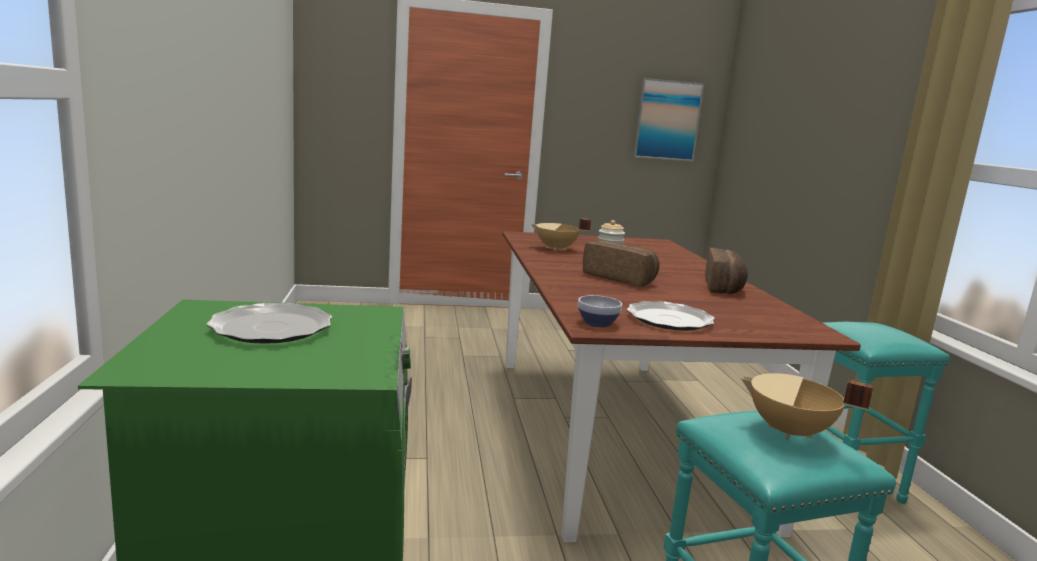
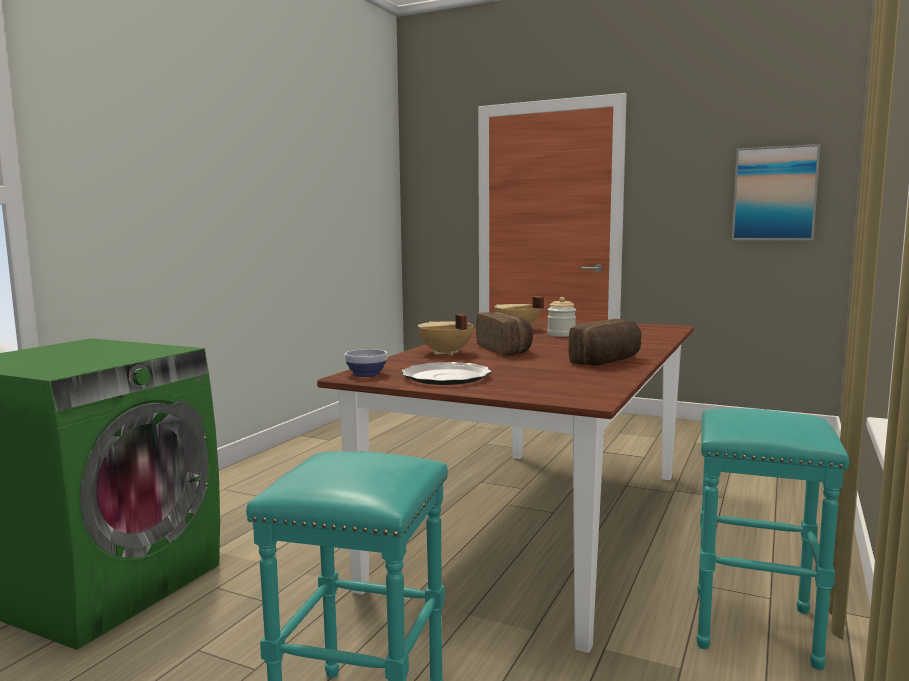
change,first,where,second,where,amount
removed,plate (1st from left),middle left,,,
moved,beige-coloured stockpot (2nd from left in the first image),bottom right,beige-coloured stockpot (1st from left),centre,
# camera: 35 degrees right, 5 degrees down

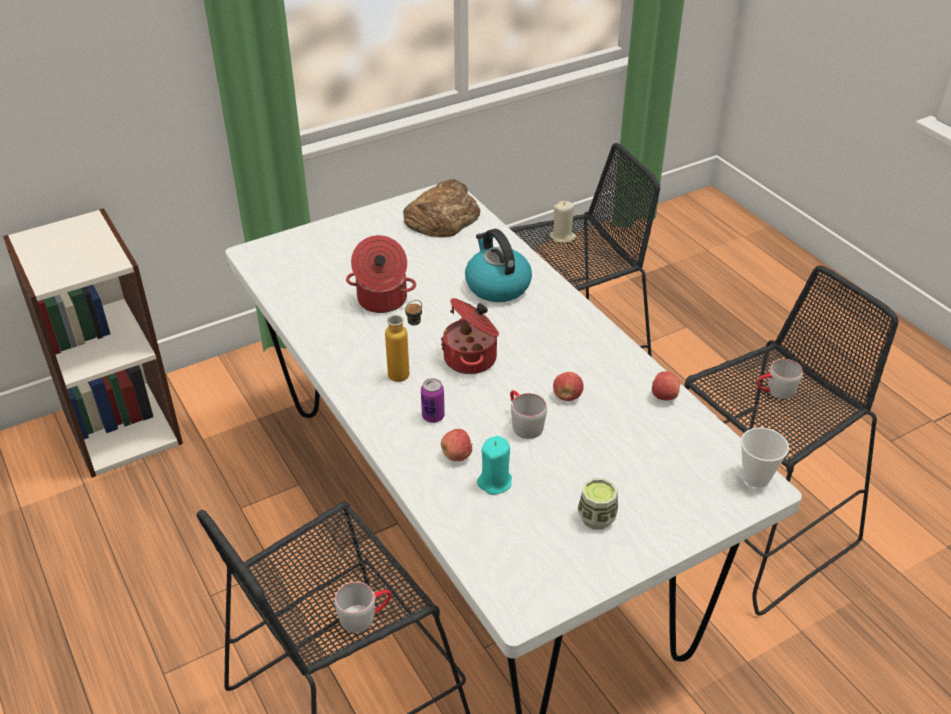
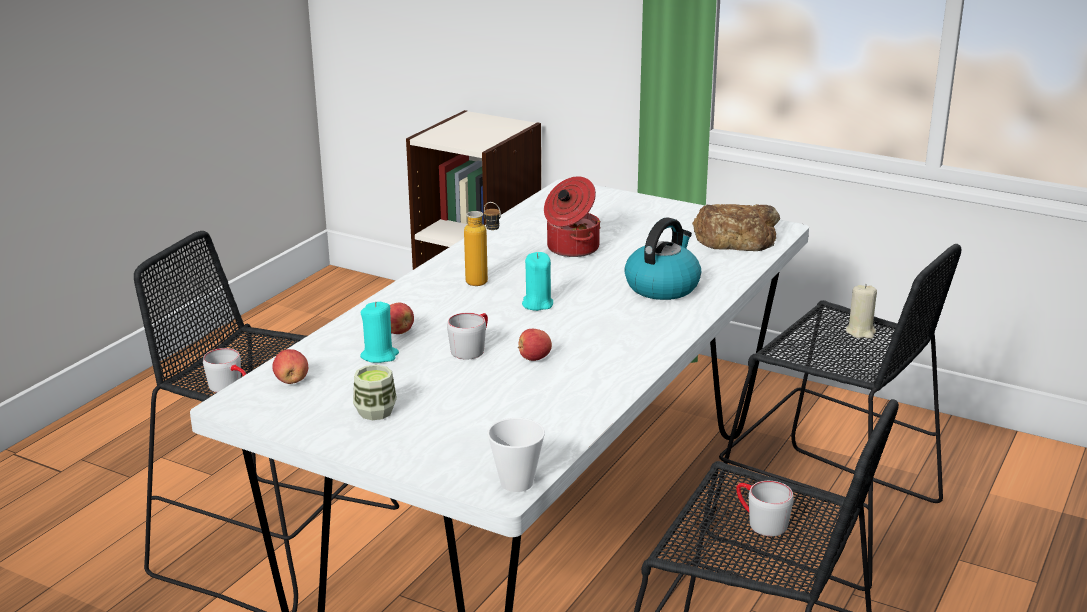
change,first,where,second,where,amount
replaced,stockpot (2nd from left),centre,blue-green wax candle (2nd from left),centre,
moved,whole apple (3rd from left in the first image),middle right,whole apple (1st from left),middle left,
removed,sealed can,centre,,,
# camera: 60 degrees right, 15 degrees down

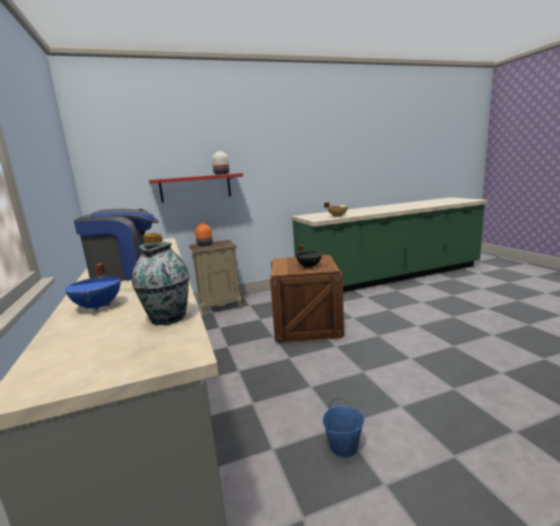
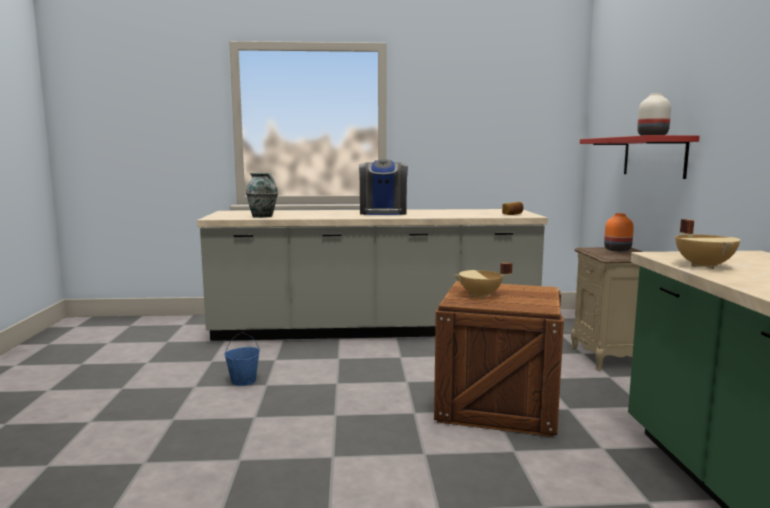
change,first,where,second,where,amount
recoloured,black stockpot,centre,beige-coloured stockpot (1st from left),centre,
removed,bluish stockpot,middle left,,,
# camera: 105 degrees right, 5 degrees down

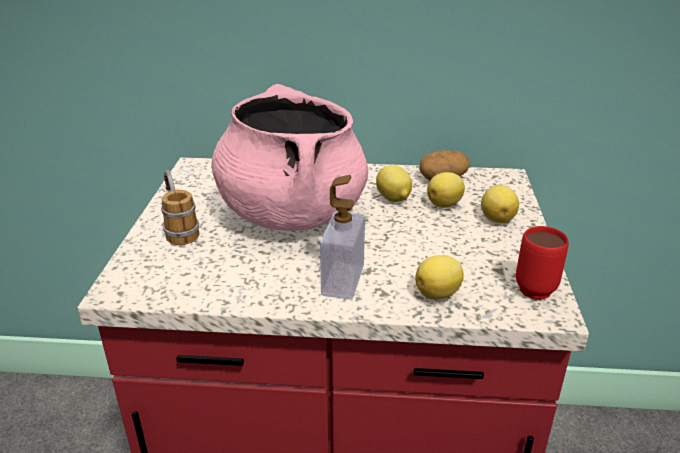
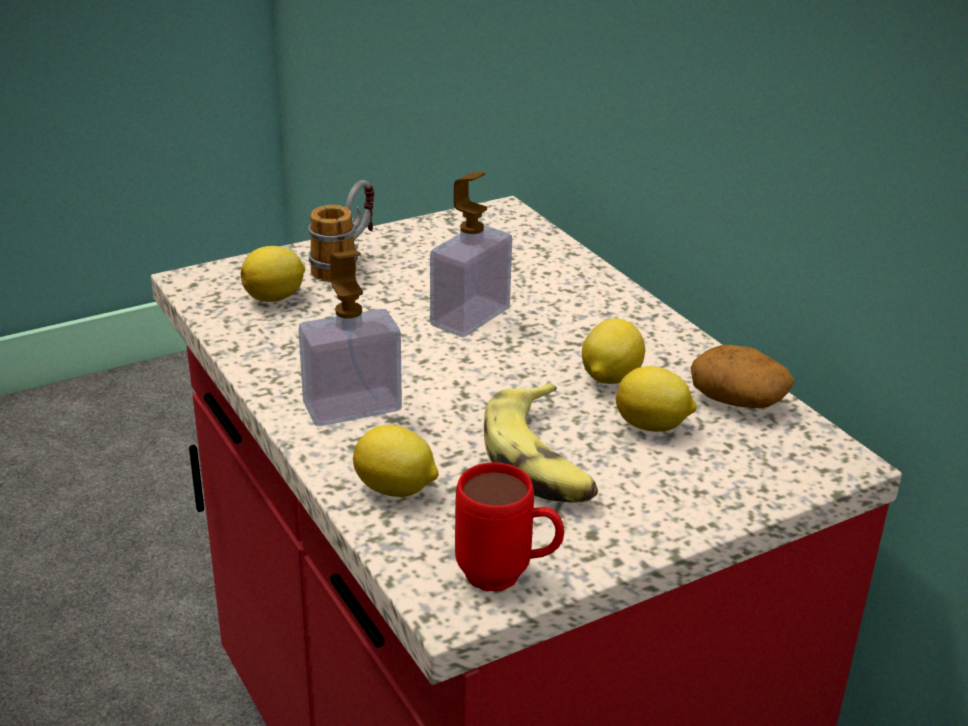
change,first,where,second,where,amount
replaced,pink stockpot,centre,liquid soap bottle (2nd from left),centre,
moved,lemon (4th from left in the first image),middle right,lemon (1st from left),middle left,
added,,,whole banana,centre,
# camera: 55 degrees right, 0 degrees up

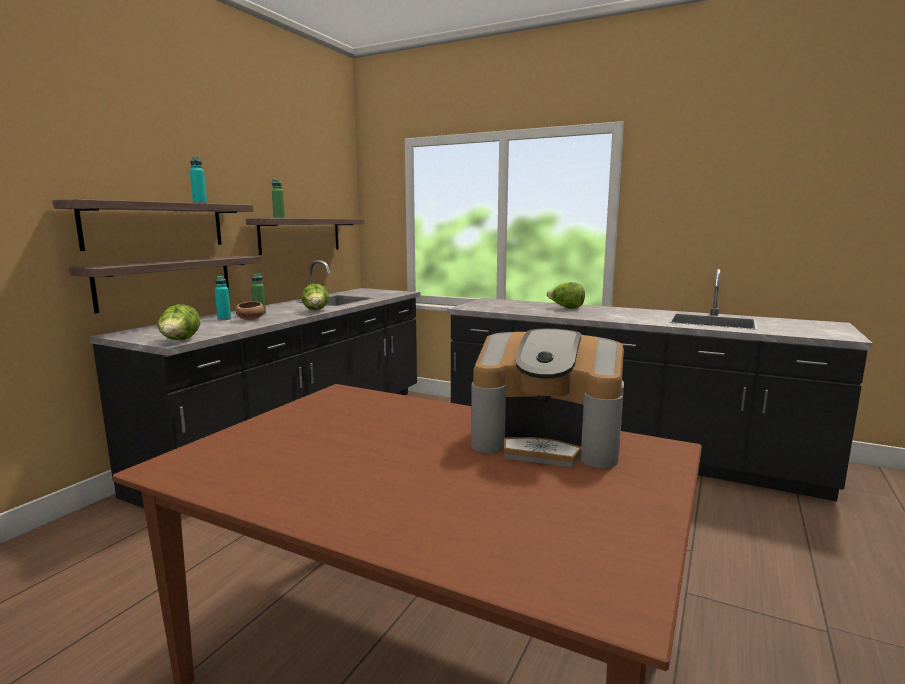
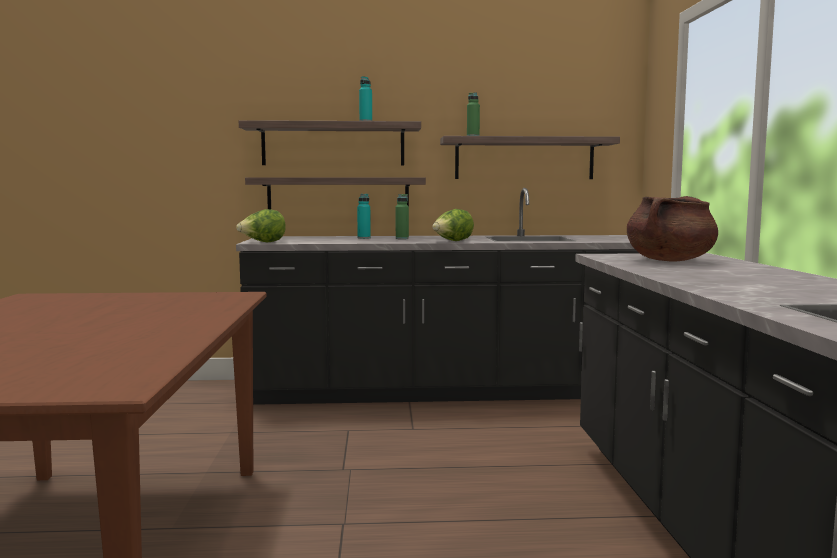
change,first,where,second,where,amount
removed,head of lettuce (3rd from left),centre,,,
removed,bowl,middle left,,,
removed,coffee brewer,centre,,,
added,,,brownish stockpot,middle right,
# camera: 60 degrees right, 5 degrees down

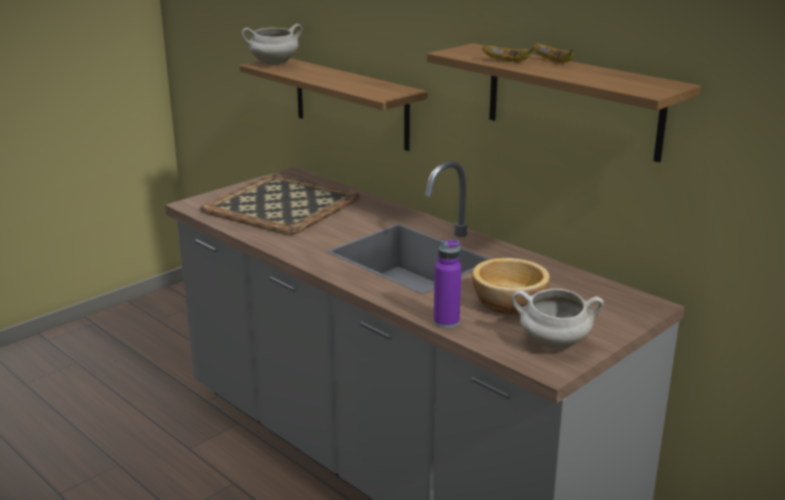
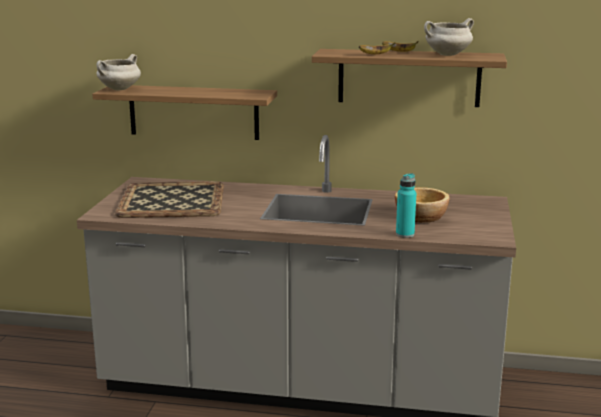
change,first,where,second,where,amount
recoloured,purplish beverage bottle,centre,blue-green beverage bottle,middle right,
moved,white-coloured stockpot (2nd from left),middle right,,top right,
# camera: 35 degrees left, 5 degrees down

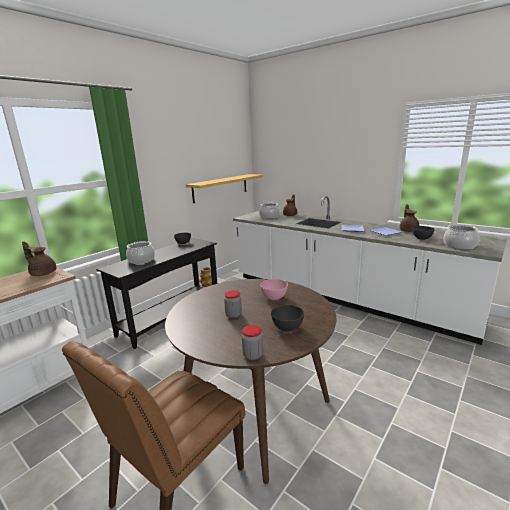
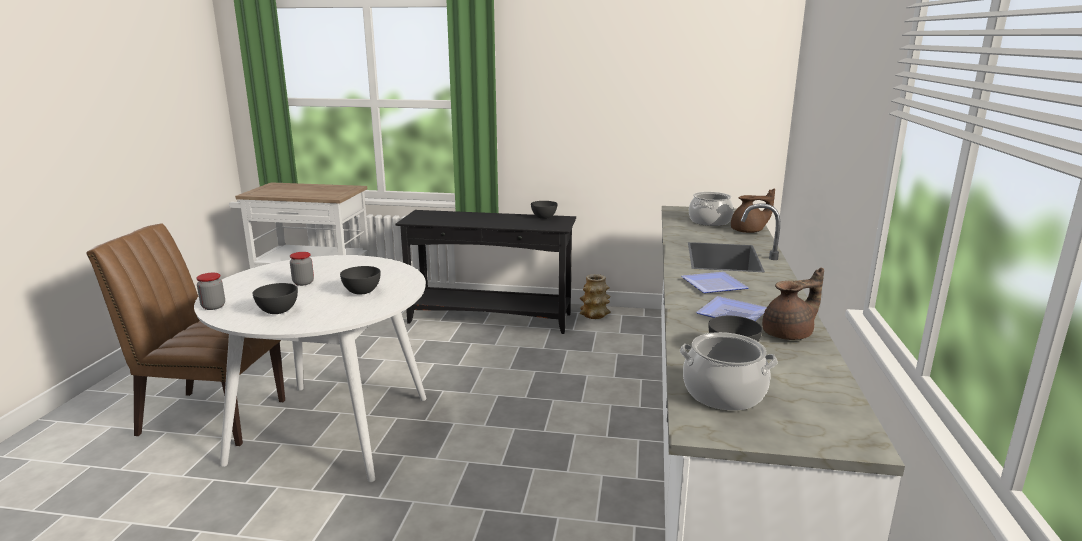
change,first,where,second,where,amount
removed,wall shelf,centre,,,
removed,stockpot (1st from left),middle left,,,
removed,brownish pot for tea (1st from left),middle left,,,
recoloured,brownish dining table,bottom centre,white-coloured dining table,bottom left,
recoloured,pink bowl,centre,gray bowl (2nd from left),middle left,
# camera: 60 degrees right, 0 degrees up

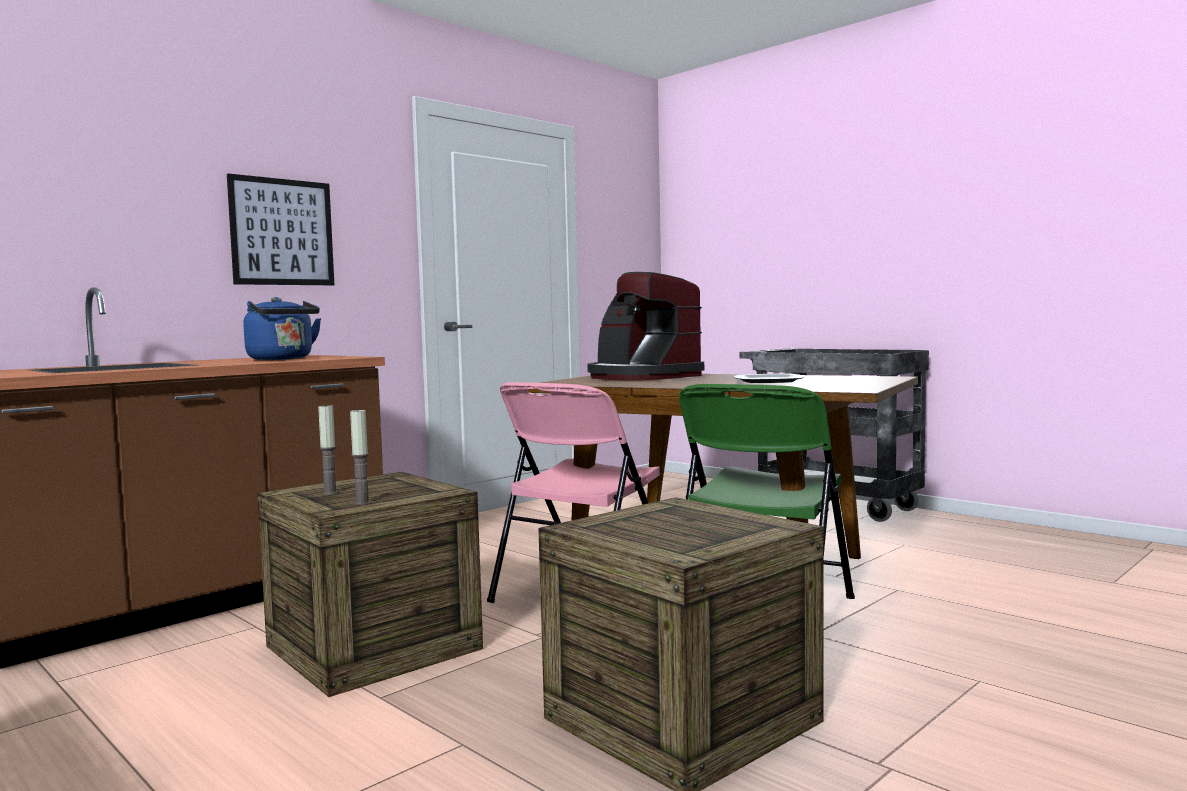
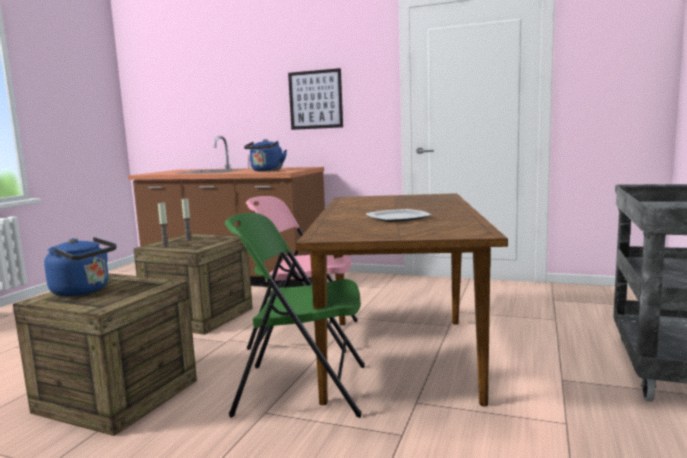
change,first,where,second,where,amount
removed,coffee brewer,centre,,,
added,,,bluish water kettle (1st from left),middle left,
# camera: 65 degrees right, 5 degrees up

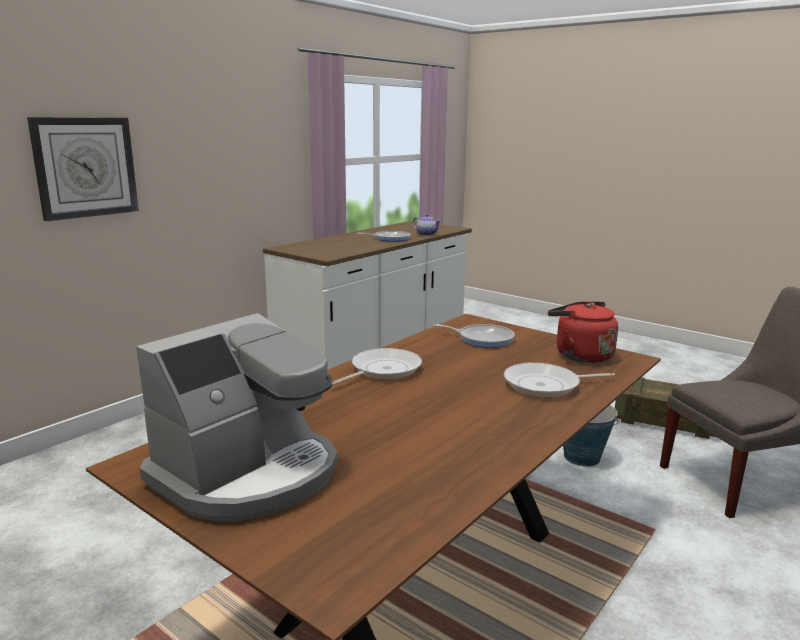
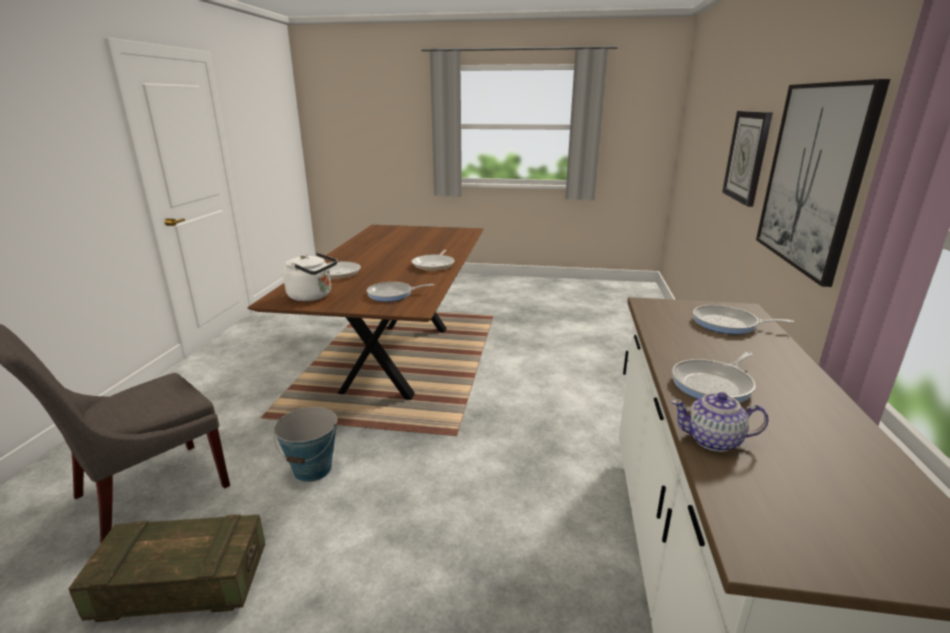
change,first,where,second,where,amount
recoloured,red water kettle,middle right,white-coloured water kettle,middle left,
removed,coffee brewer,middle left,,,
added,,,wall art,top right,
added,,,pan (5th from left),middle right,
# camera: 150 degrees right, 5 degrees up

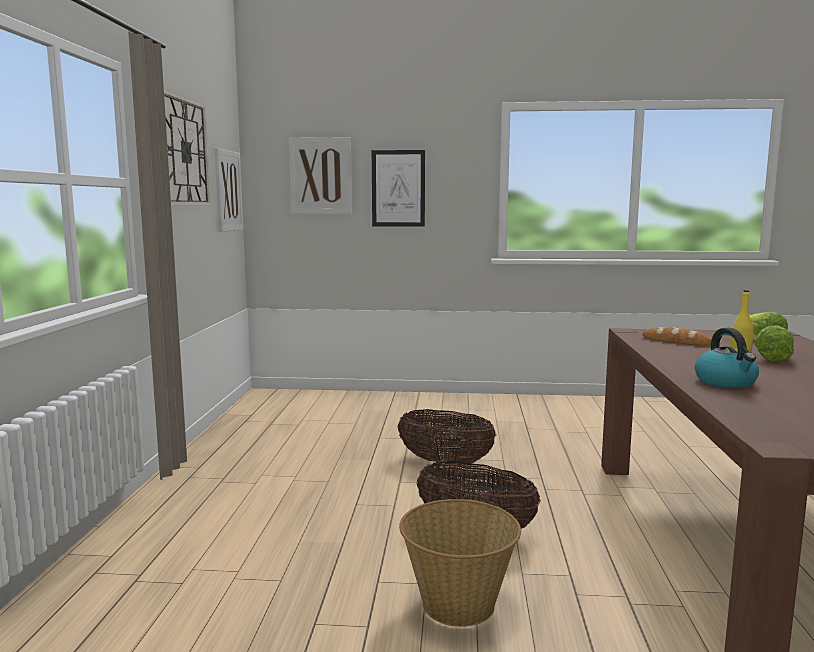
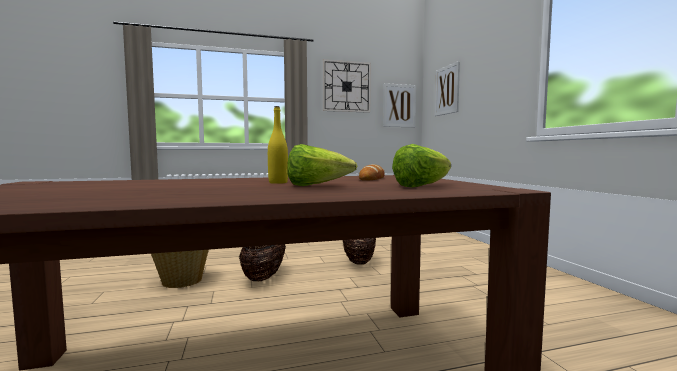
change,first,where,second,where,amount
removed,wall art (3rd from left),top centre,,,
removed,water kettle,middle right,,,
# camera: 70 degrees right, 5 degrees down

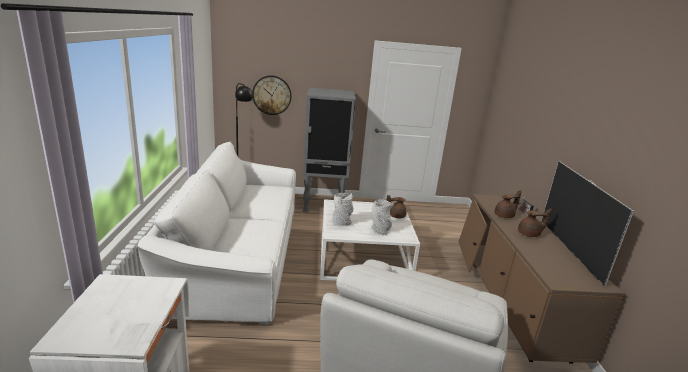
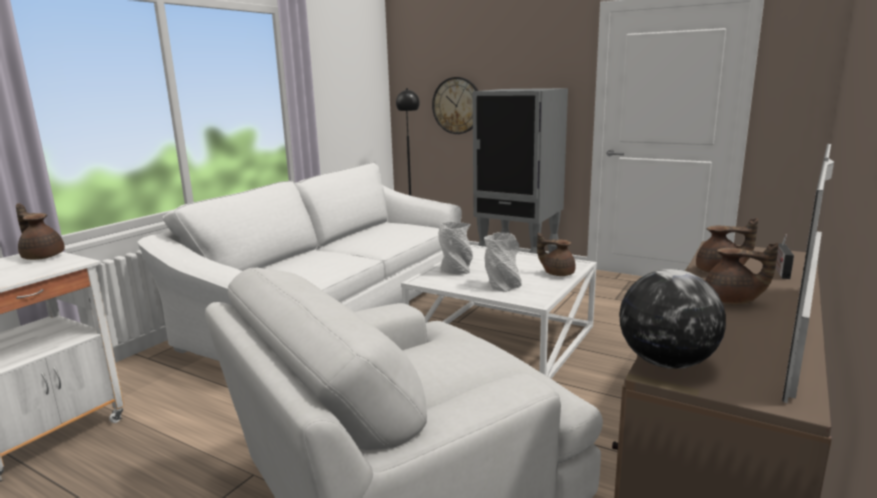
change,first,where,second,where,amount
added,,,brownish pot for tea (1st from left),middle left,
added,,,desk globe,middle right,
# camera: 35 degrees right, 5 degrees down

